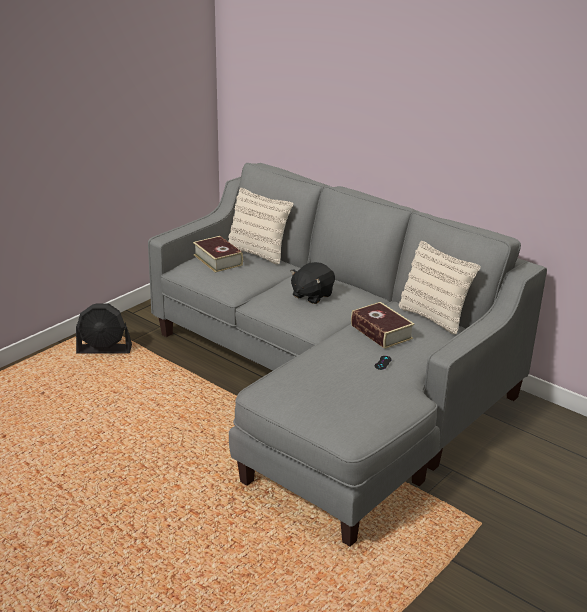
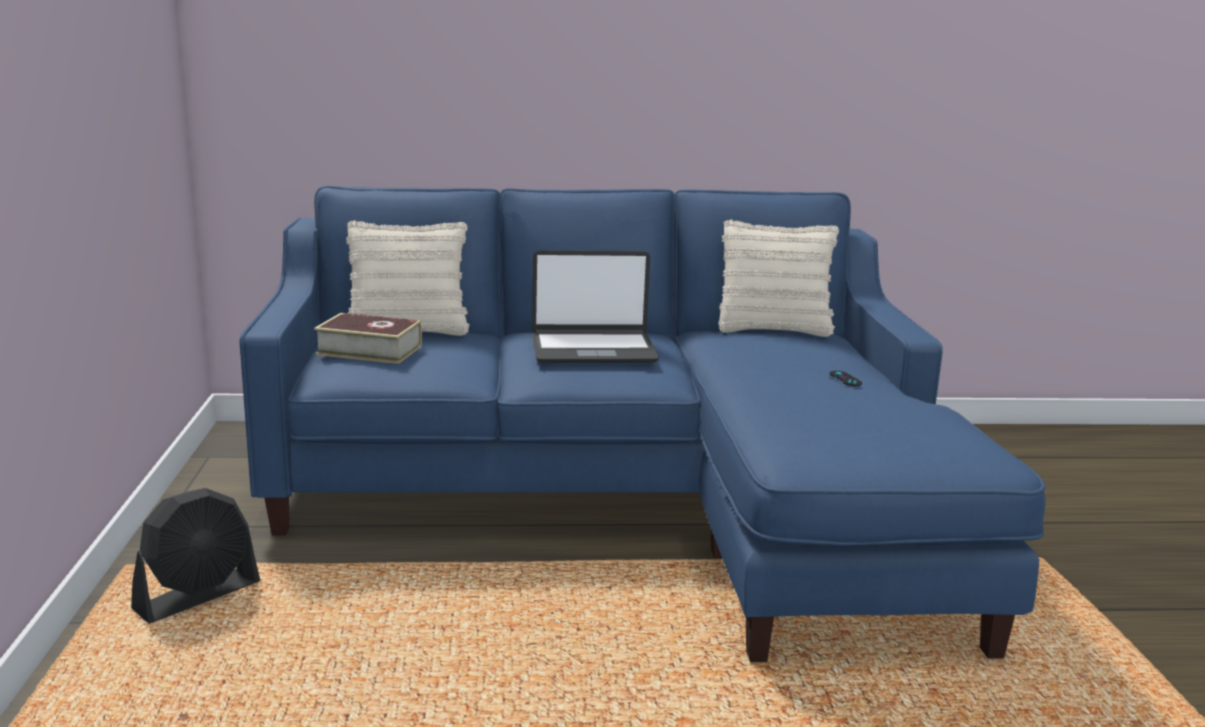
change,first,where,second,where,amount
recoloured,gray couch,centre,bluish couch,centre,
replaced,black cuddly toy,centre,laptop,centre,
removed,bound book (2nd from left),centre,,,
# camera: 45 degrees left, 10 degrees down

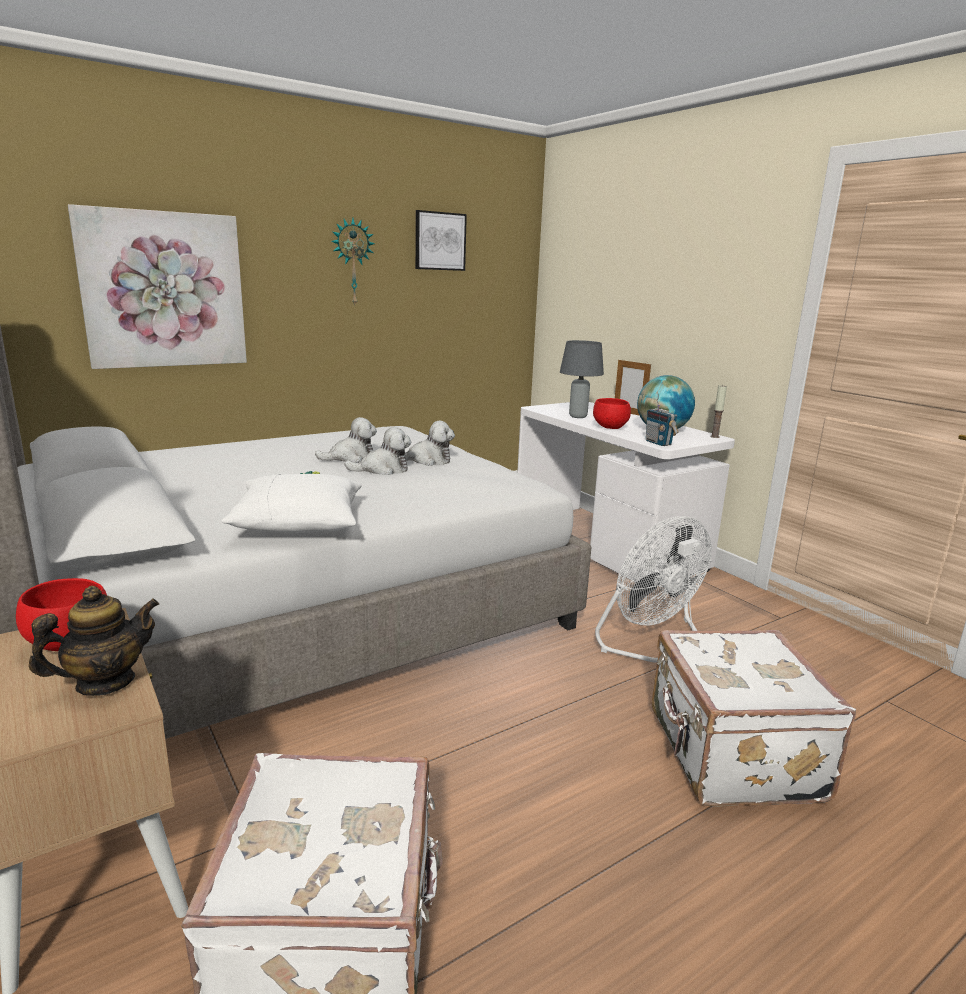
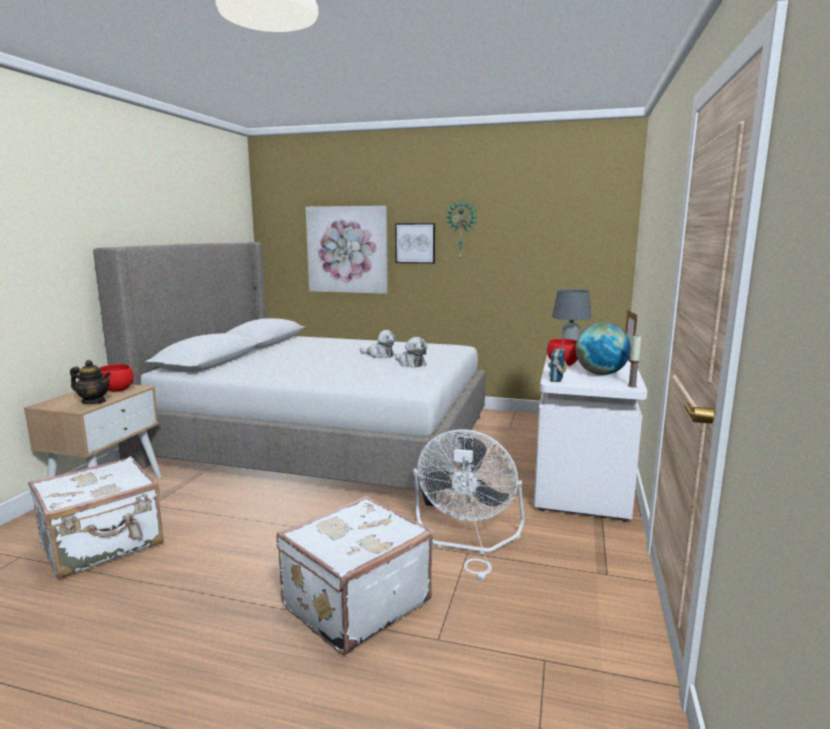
change,first,where,second,where,amount
moved,wall art (2nd from left),top centre,,centre,
removed,cuddly toy (2nd from left),centre,,,
removed,white-coloured throw pillow,middle left,,,
# camera: 50 degrees right, 5 degrees down

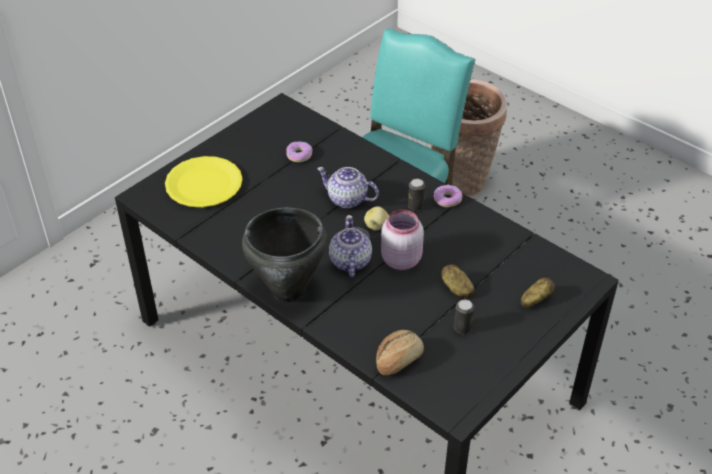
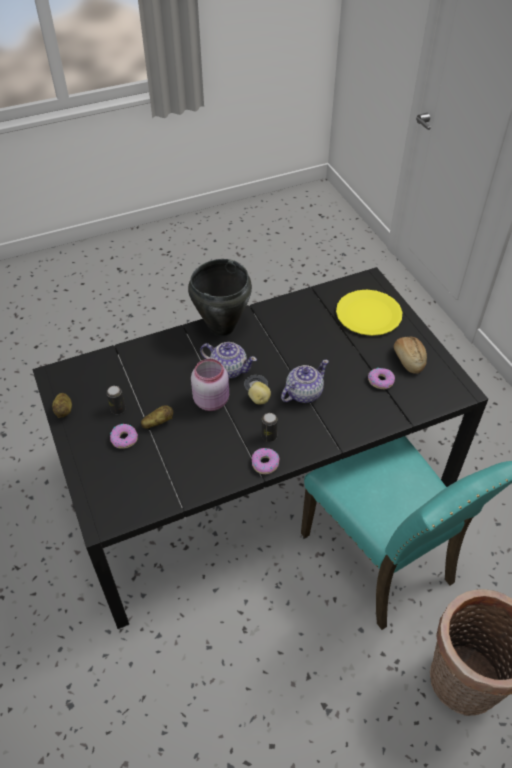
change,first,where,second,where,amount
moved,whole potato (3rd from left in the first image),middle right,whole potato (1st from left),middle left,
moved,bakery bread,bottom centre,,middle right,
added,,,ring doughnut (1st from left),middle left,
# camera: 115 degrees right, 5 degrees up

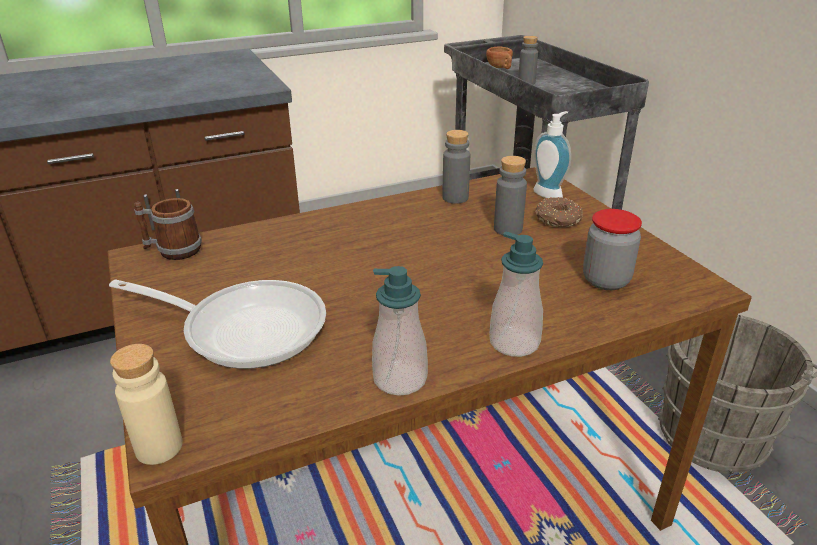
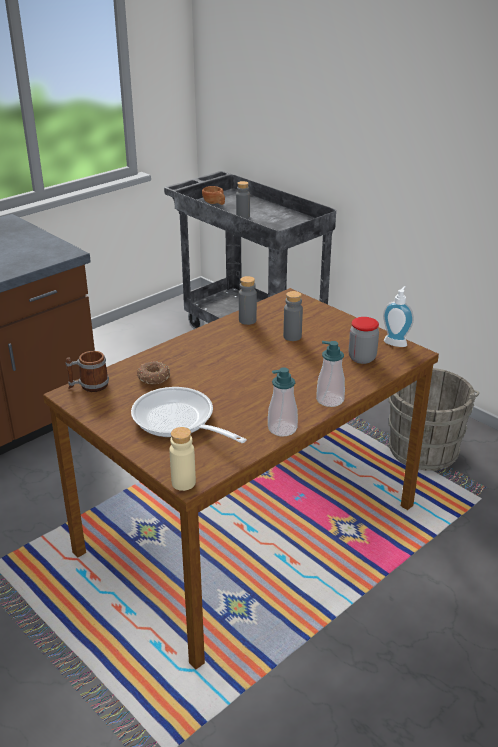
change,first,where,second,where,amount
moved,liquid soap bottle (3rd from left),top right,,middle right,
moved,ring doughnut,middle right,,middle left,
turned,pan,middle left,,centre,135 degrees counterclockwise
# camera: 20 degrees left, 0 degrees up

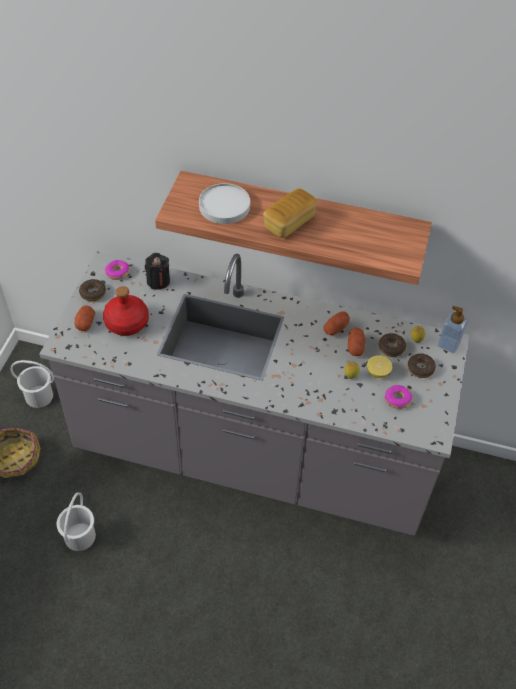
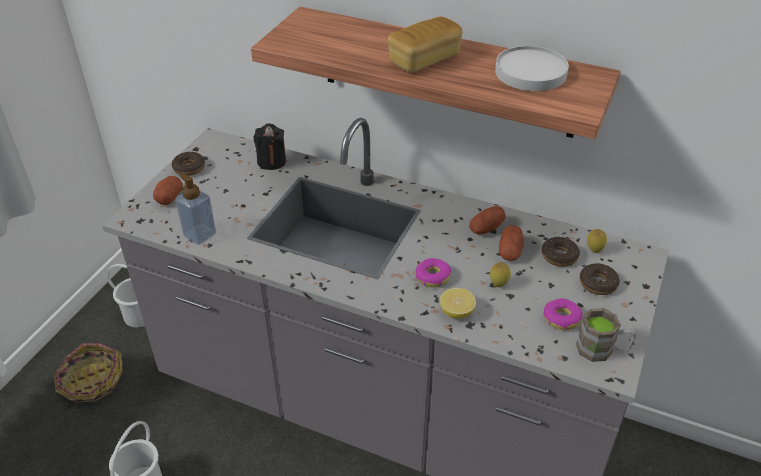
change,first,where,second,where,amount
moved,white-coloured plate,top centre,,top right,
moved,ring doughnut (2nd from left),middle left,,centre,
removed,red beverage bottle,middle left,,,
moved,liquid soap bottle,middle right,,middle left,
moved,lemon (2nd from left in the first image),middle right,lemon (1st from left),centre,
added,,,brownish mug,bottom right,
# camera: 10 degrees right, 10 degrees down

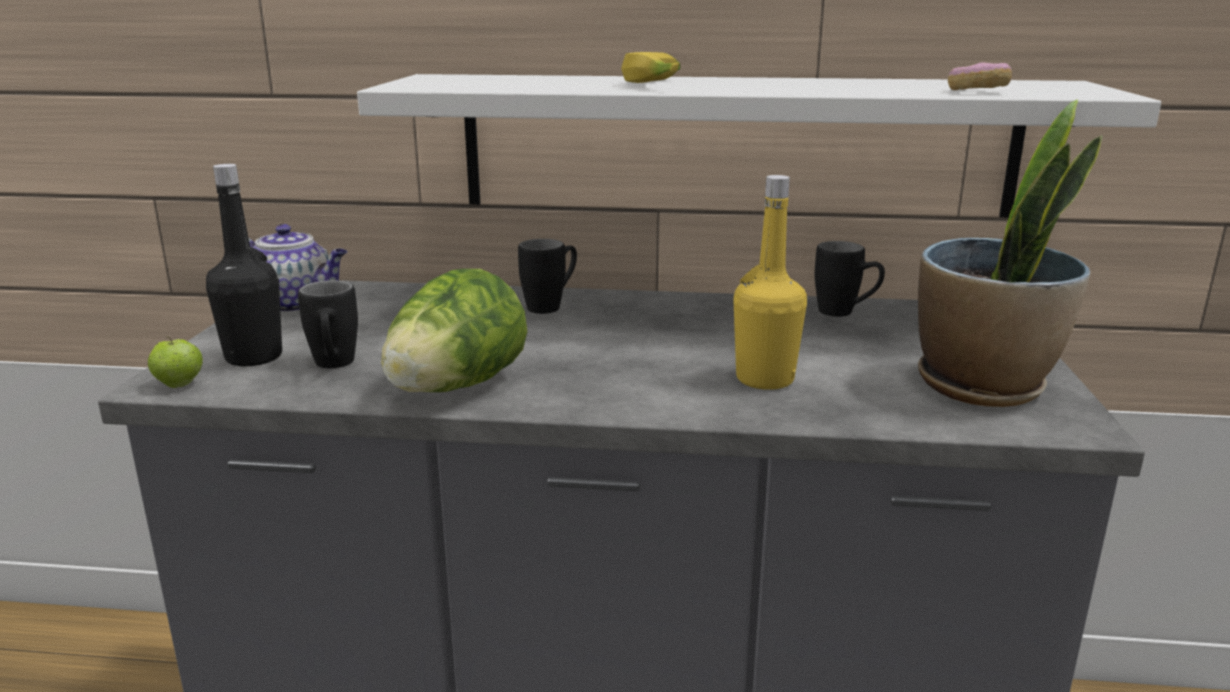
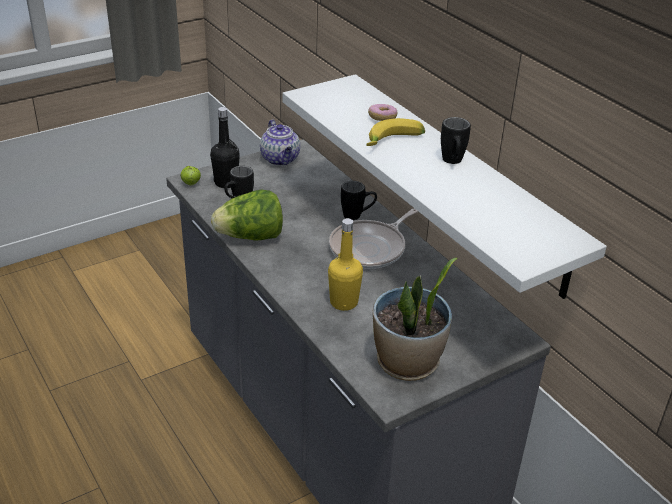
change,first,where,second,where,amount
moved,ring doughnut,top right,,top centre,
moved,black mug (3rd from left),middle right,,top right,
added,,,pan,centre,
# camera: 50 degrees right, 15 degrees up

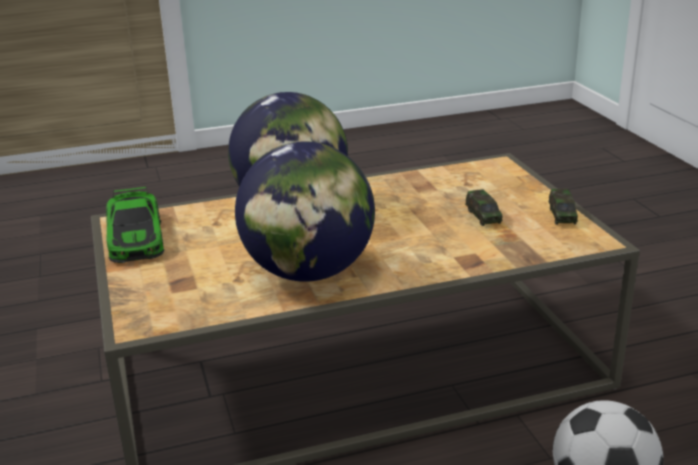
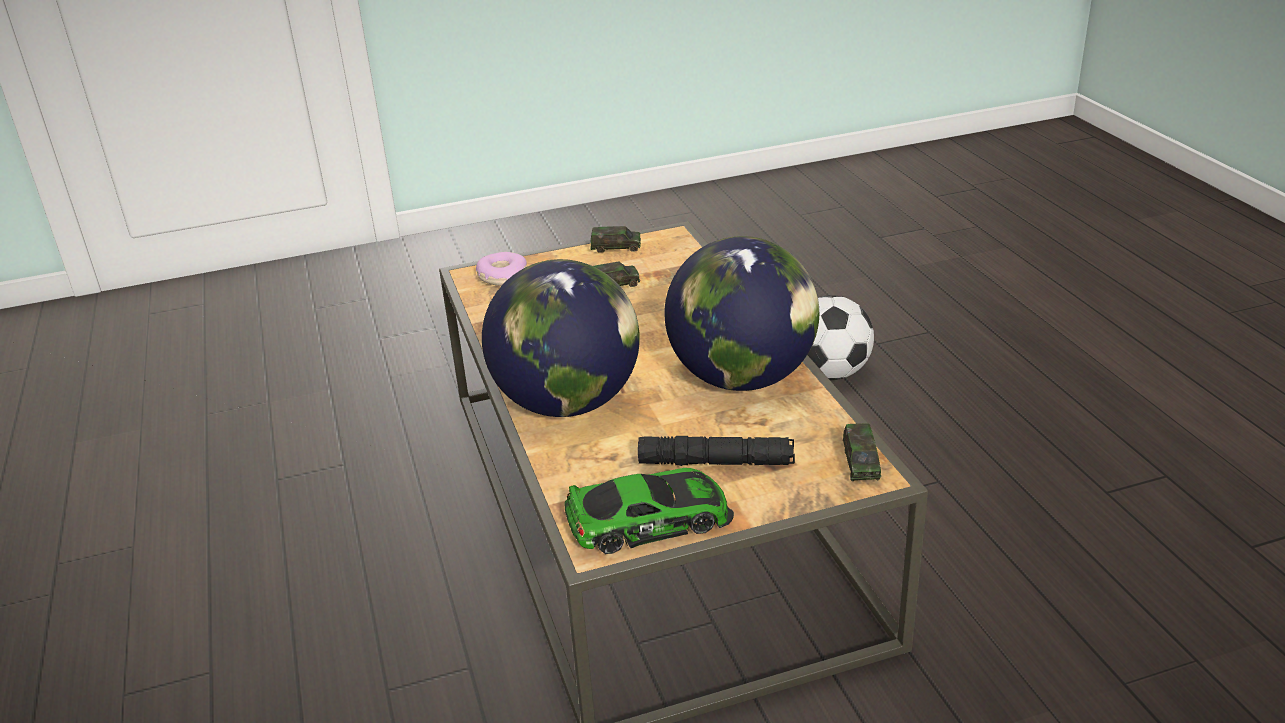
change,first,where,second,where,amount
added,,,ring doughnut,centre,
added,,,model car (4th from left),middle right,
added,,,black hand torch,centre,
# camera: 90 degrees left, 5 degrees up

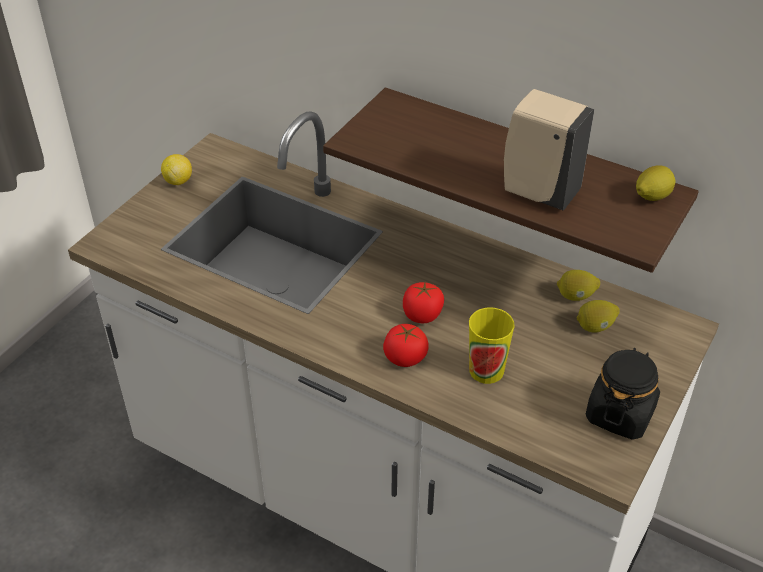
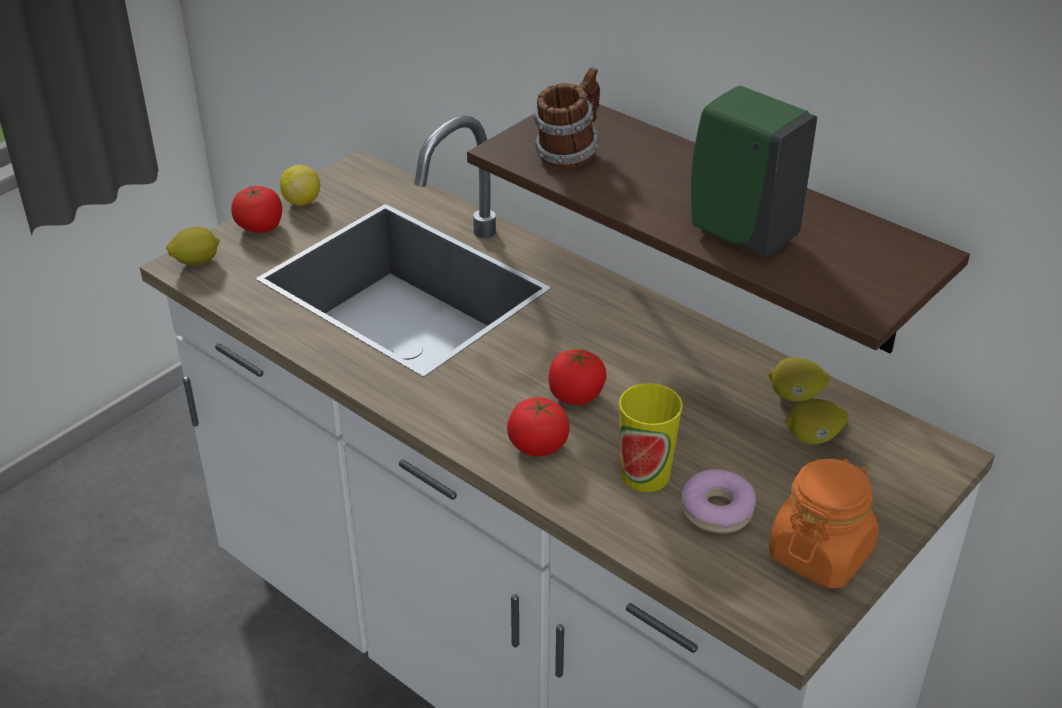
change,first,where,second,where,amount
recoloured,beige-coloured liquid soap bottle,top right,green liquid soap bottle,top right,
moved,lemon (4th from left in the first image),top right,lemon (1st from left),middle left,
recoloured,black jar,bottom right,orangey jar,bottom right,
added,,,mug,top centre,
added,,,tomato (1st from left),top left,
added,,,ring doughnut,bottom right,
# camera: 10 degrees right, 5 degrees down

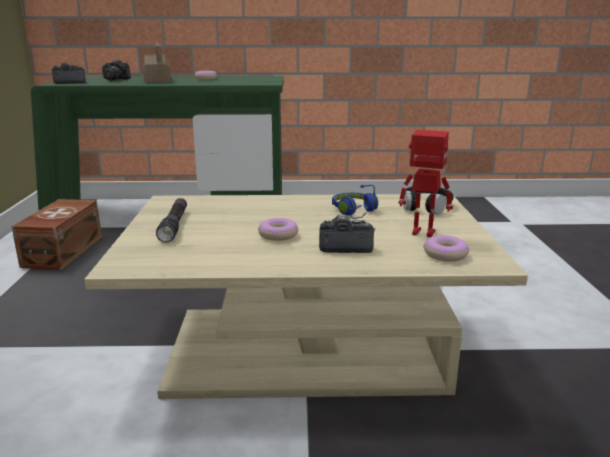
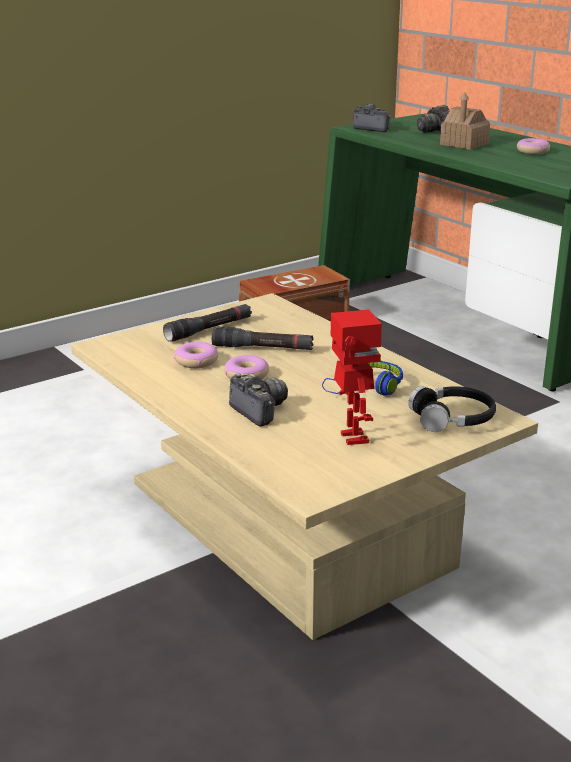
change,first,where,second,where,amount
moved,ring doughnut (3rd from left in the first image),middle right,ring doughnut (1st from left),centre,
added,,,black hand torch (2nd from left),centre,
# camera: 55 degrees right, 5 degrees up

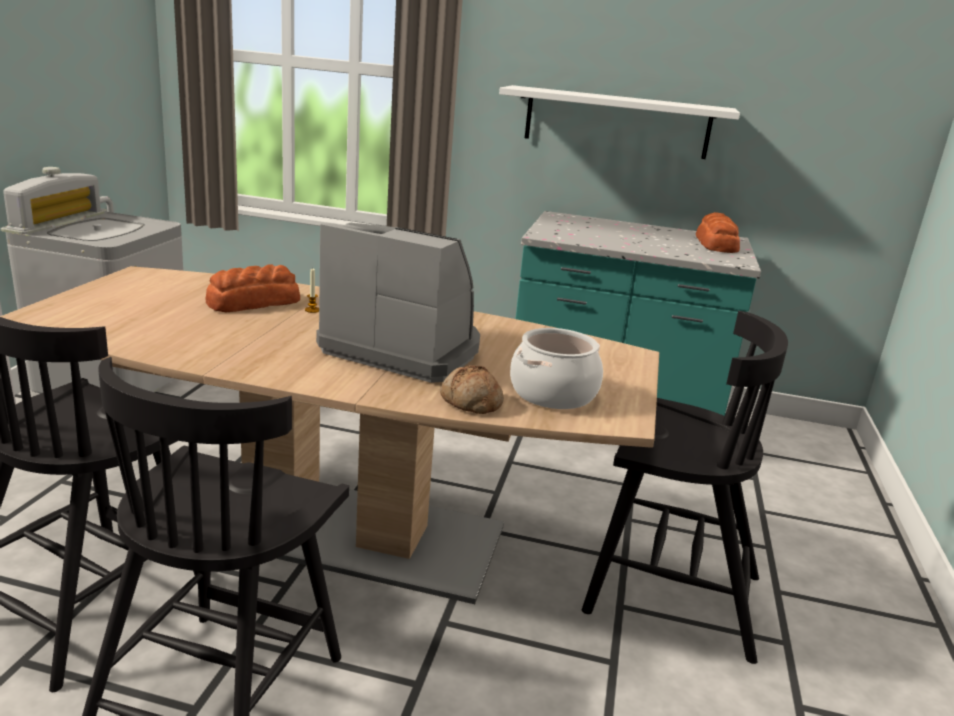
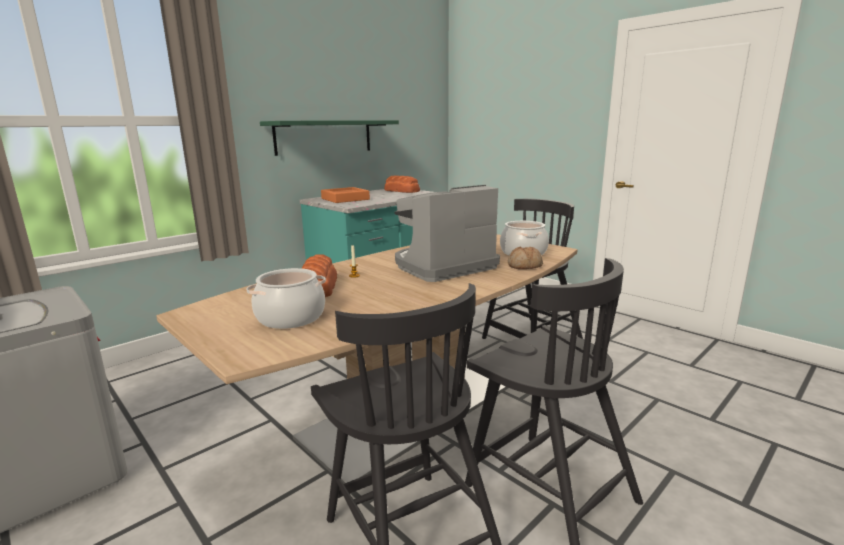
change,first,where,second,where,amount
recoloured,white-coloured wall shelf,top centre,green wall shelf,top centre,
added,,,orangey carrying tray,centre,
added,,,stockpot (1st from left),centre,
# camera: 55 degrees left, 5 degrees down

